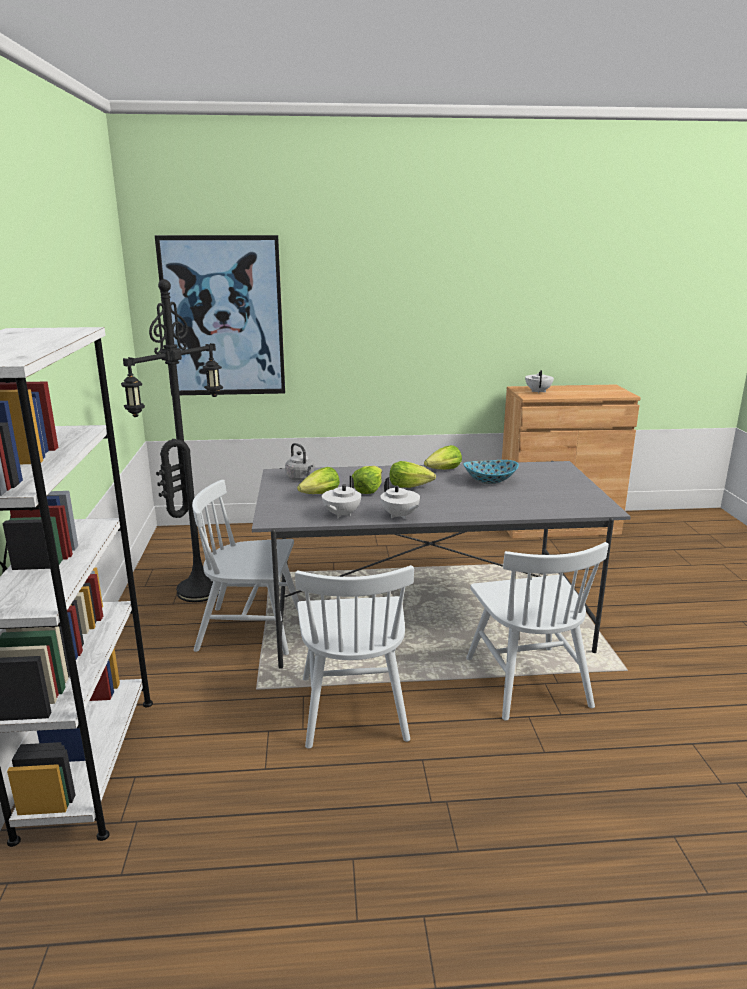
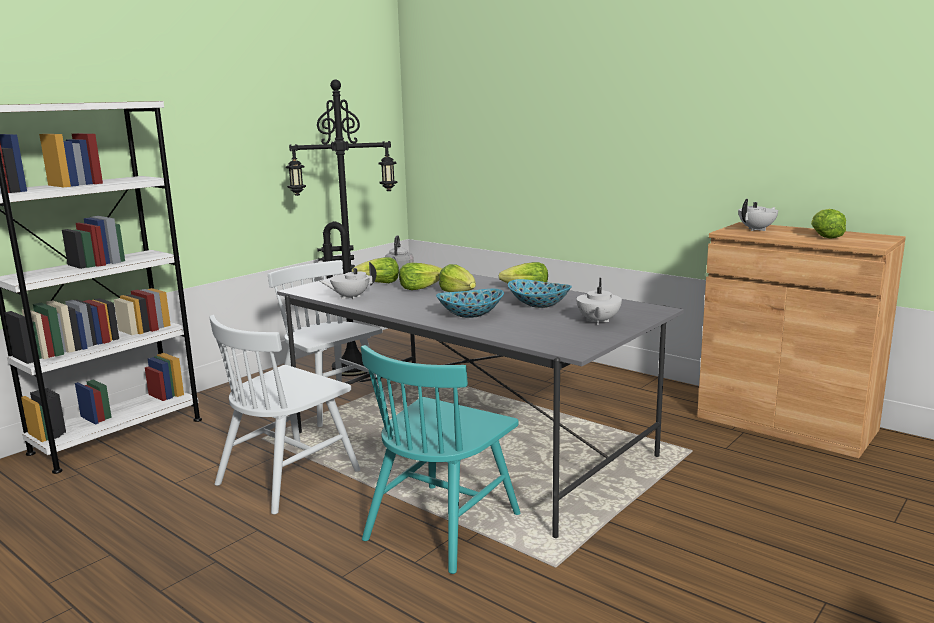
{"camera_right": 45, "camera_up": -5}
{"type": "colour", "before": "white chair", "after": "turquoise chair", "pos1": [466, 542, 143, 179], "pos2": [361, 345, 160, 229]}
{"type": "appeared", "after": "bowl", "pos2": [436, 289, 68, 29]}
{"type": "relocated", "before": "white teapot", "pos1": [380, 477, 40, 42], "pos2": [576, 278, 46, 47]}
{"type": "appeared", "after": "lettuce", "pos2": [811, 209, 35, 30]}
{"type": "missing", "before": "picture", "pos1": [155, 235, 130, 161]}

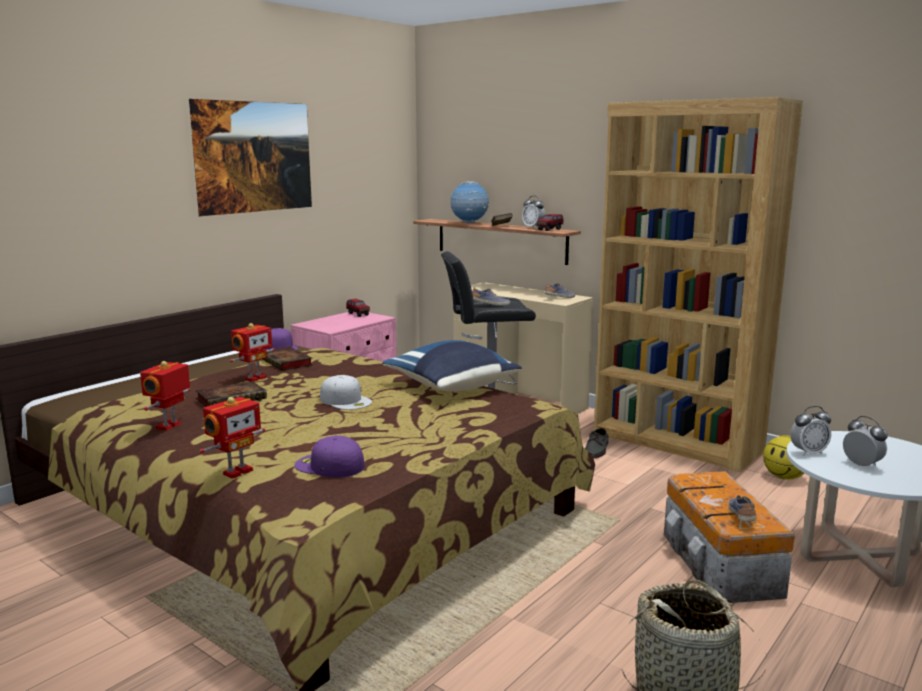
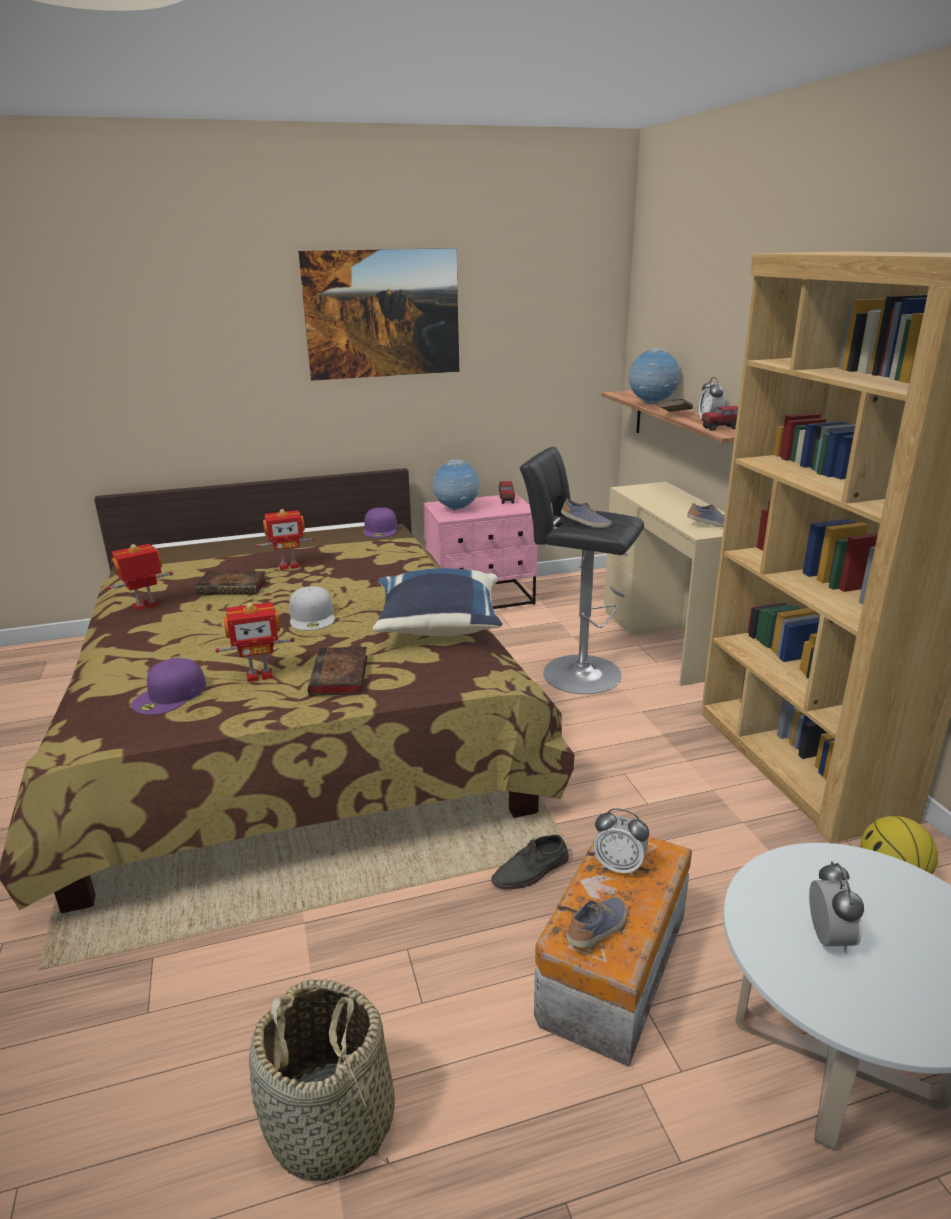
{"camera_right": 35, "camera_up": 10}
{"type": "spun", "before": "purple cap", "pos1": [294, 435, 71, 43], "pos2": [131, 658, 75, 57], "turn": -120}
{"type": "relocated", "before": "toy robot", "pos1": [200, 397, 65, 82], "pos2": [215, 602, 80, 80]}
{"type": "relocated", "before": "book", "pos1": [262, 347, 51, 24], "pos2": [308, 647, 60, 49]}
{"type": "appeared", "after": "globe", "pos2": [432, 459, 48, 52]}
{"type": "relocated", "before": "grey shoe", "pos1": [585, 428, 24, 30], "pos2": [491, 835, 78, 55]}
{"type": "relocated", "before": "alarm clock", "pos1": [790, 406, 41, 50], "pos2": [594, 808, 55, 68]}

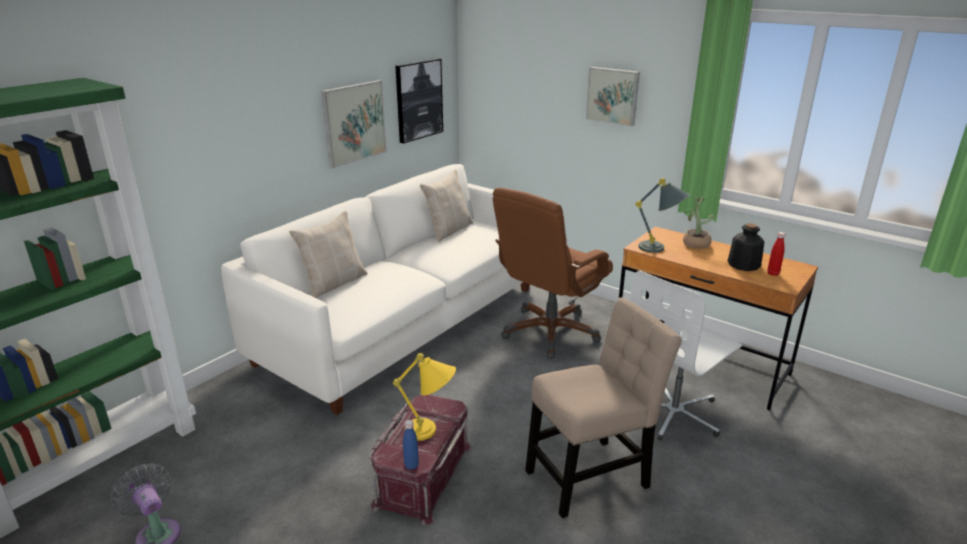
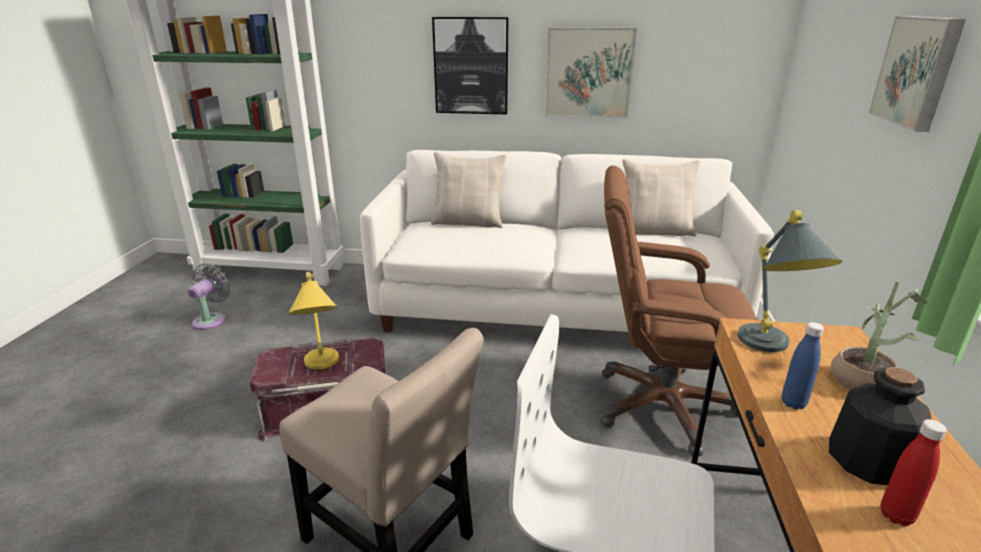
{"camera_right": 60, "camera_up": 0}
{"type": "relocated", "before": "picture", "pos1": [395, 58, 48, 86], "pos2": [432, 17, 77, 97]}
{"type": "relocated", "before": "blue bottle", "pos1": [403, 420, 16, 50], "pos2": [782, 322, 42, 87]}

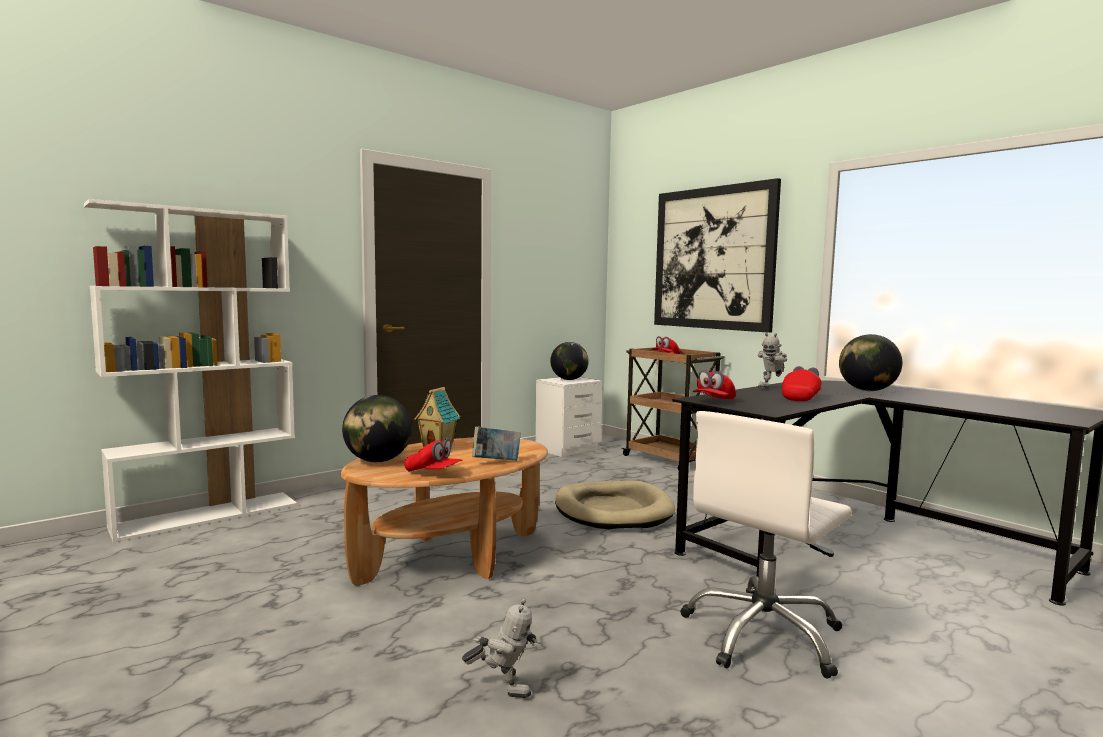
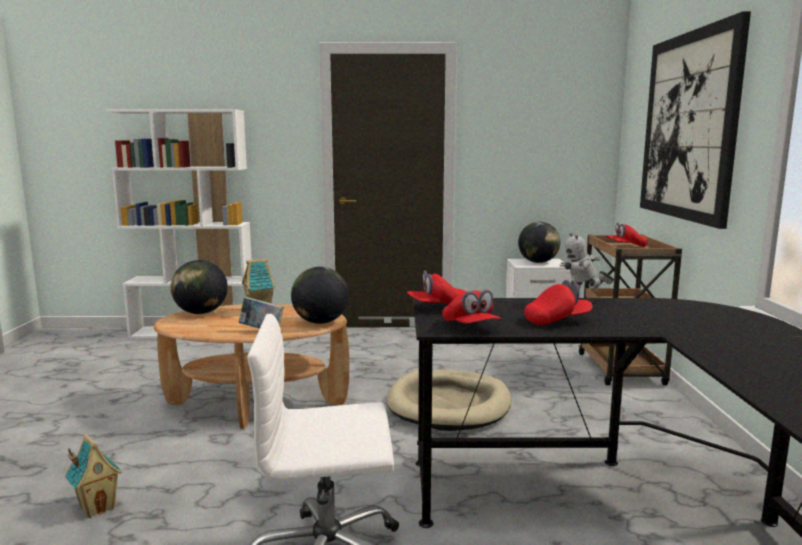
{"camera_right": 40, "camera_up": 5}
{"type": "exchanged", "before": "toy robot", "after": "toy house", "pos1": [462, 599, 78, 99], "pos2": [65, 434, 58, 84]}
{"type": "relocated", "before": "globe", "pos1": [839, 334, 63, 57], "pos2": [291, 267, 58, 57]}
{"type": "relocated", "before": "red cap", "pos1": [404, 438, 58, 34], "pos2": [442, 290, 59, 34]}

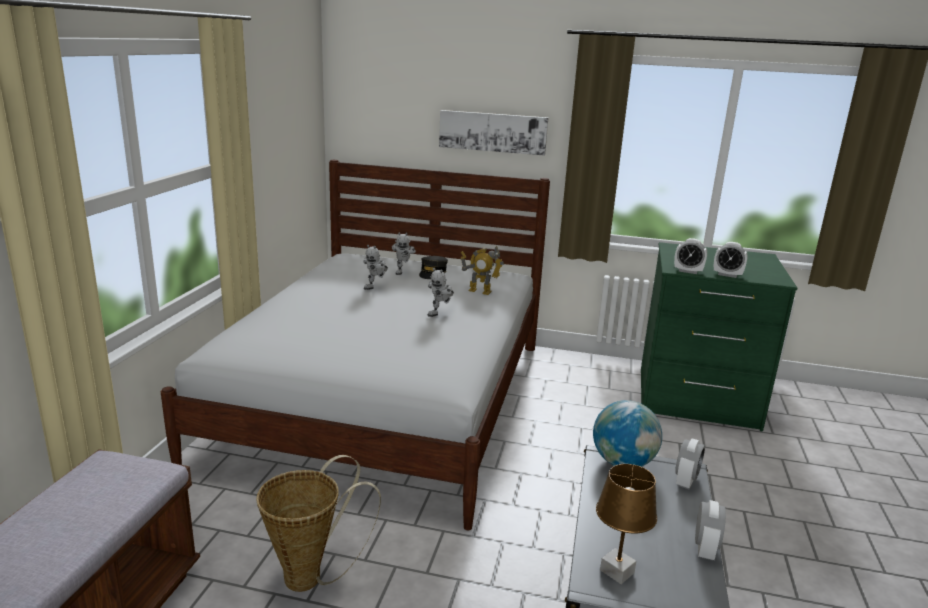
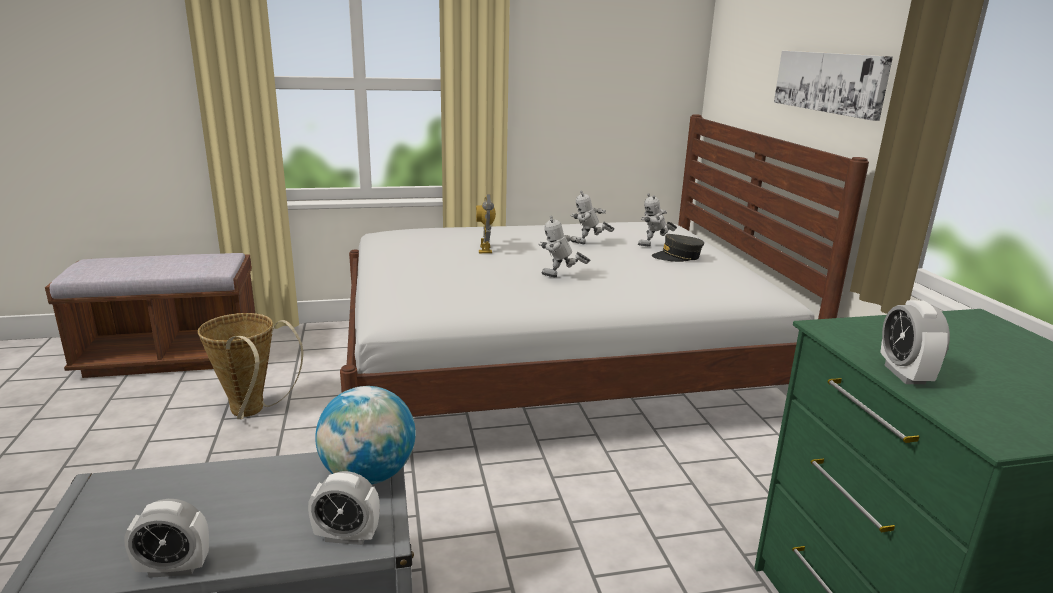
{"camera_right": 65, "camera_up": 0}
{"type": "relocated", "before": "toy robot", "pos1": [461, 246, 43, 49], "pos2": [476, 194, 20, 59]}
{"type": "missing", "before": "brown table lamp", "pos1": [596, 464, 61, 120]}
{"type": "missing", "before": "alarm clock", "pos1": [674, 238, 33, 36]}

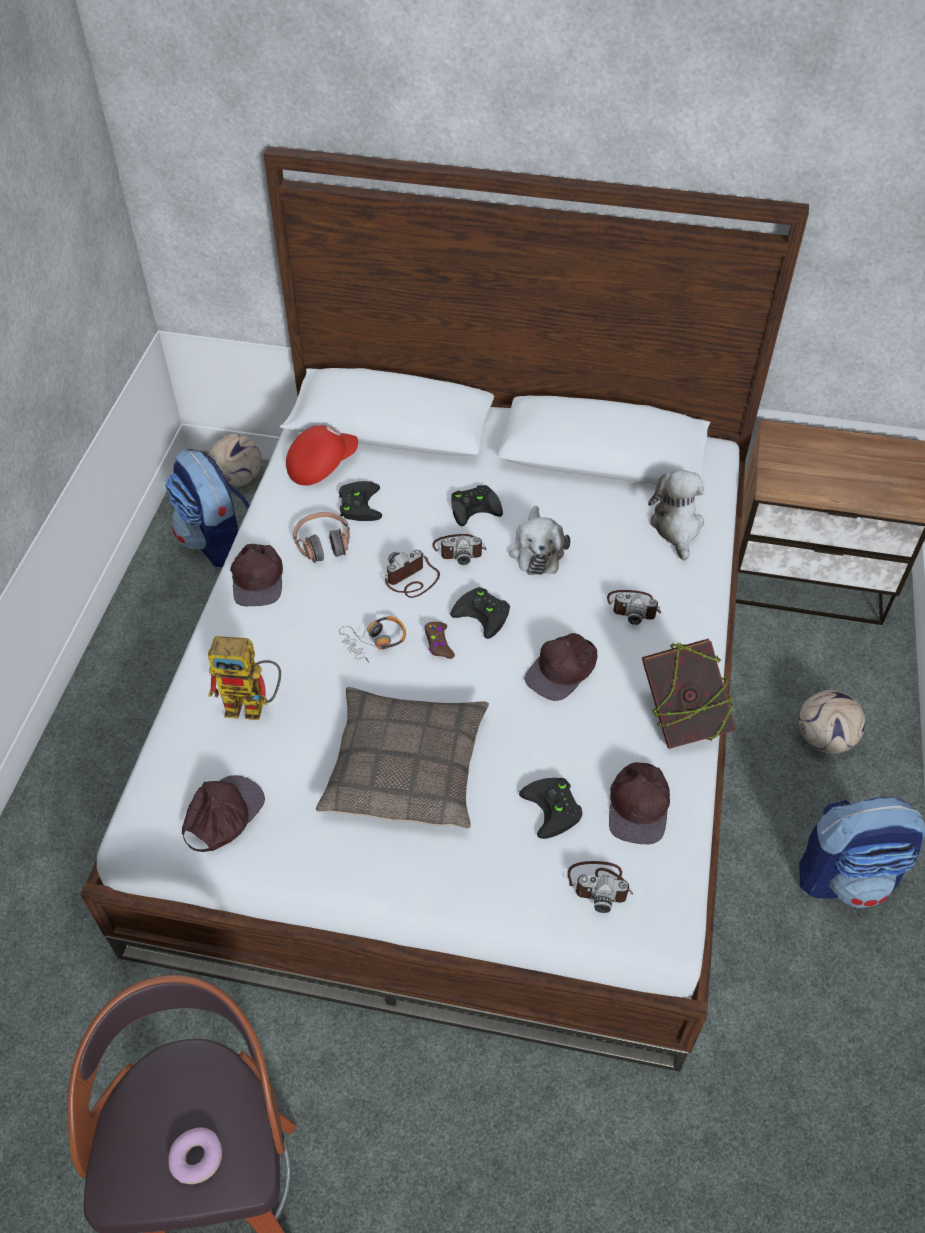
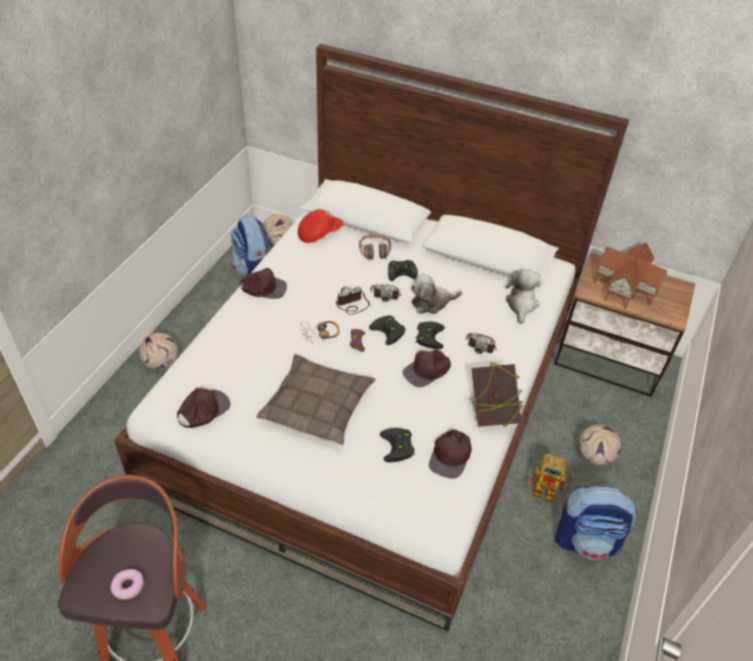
{"camera_right": 10, "camera_up": -5}
{"type": "appeared", "after": "football", "pos2": [139, 333, 39, 37]}
{"type": "spun", "before": "brown cap", "pos1": [230, 544, 53, 63], "pos2": [240, 268, 47, 31], "turn": -90}
{"type": "relocated", "before": "headphones", "pos1": [293, 512, 57, 51], "pos2": [359, 234, 32, 26]}
{"type": "spun", "before": "plush toy", "pos1": [509, 506, 61, 69], "pos2": [411, 273, 51, 41], "turn": 60}
{"type": "relocated", "before": "black game controller", "pos1": [339, 481, 43, 40], "pos2": [416, 322, 29, 27]}
{"type": "relocated", "before": "toy robot", "pos1": [208, 636, 73, 84], "pos2": [528, 454, 43, 49]}
{"type": "appeared", "after": "toy house", "pos2": [594, 242, 73, 67]}
{"type": "missing", "before": "photo camera", "pos1": [567, 861, 66, 52]}

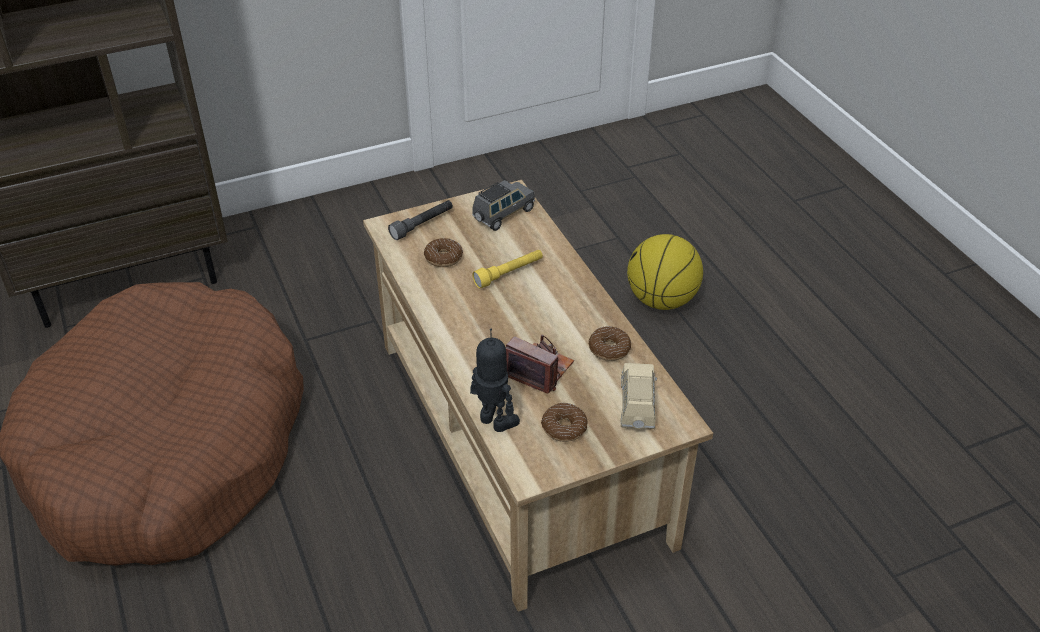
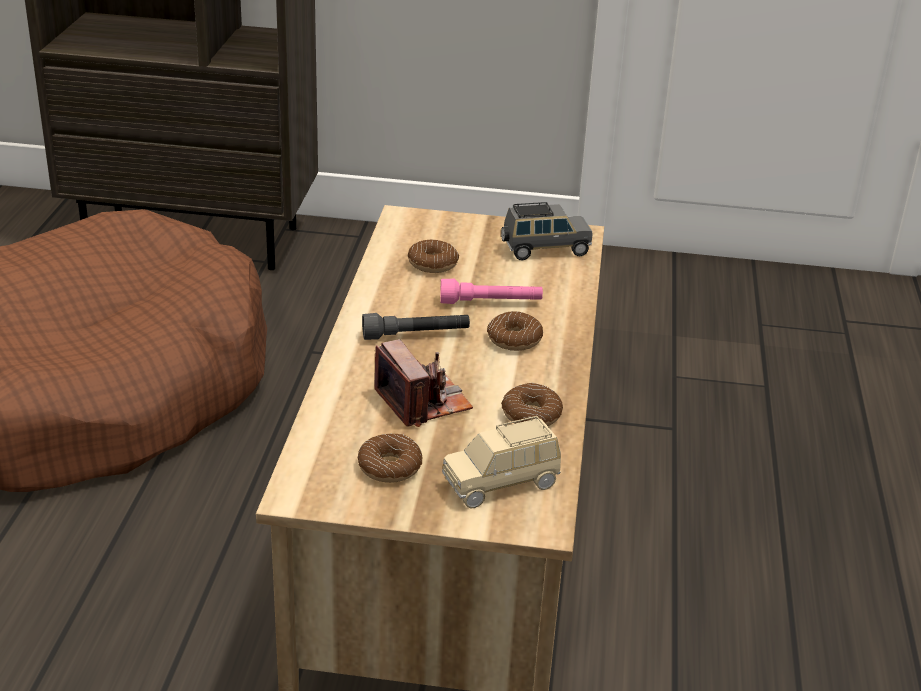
{"camera_right": 30, "camera_up": -10}
{"type": "relocated", "before": "grey flashlight", "pos1": [388, 200, 65, 40], "pos2": [362, 313, 108, 27]}
{"type": "colour", "before": "yellow flashlight", "after": "pink flashlight", "pos1": [472, 250, 71, 38], "pos2": [440, 279, 103, 25]}
{"type": "spun", "before": "beige toy car", "pos1": [621, 363, 36, 66], "pos2": [442, 416, 119, 92], "turn": -150}
{"type": "appeared", "after": "donut", "pos2": [487, 311, 56, 40]}
{"type": "missing", "before": "toy robot", "pos1": [470, 329, 50, 103]}
{"type": "missing", "before": "basketball", "pos1": [627, 234, 76, 76]}

